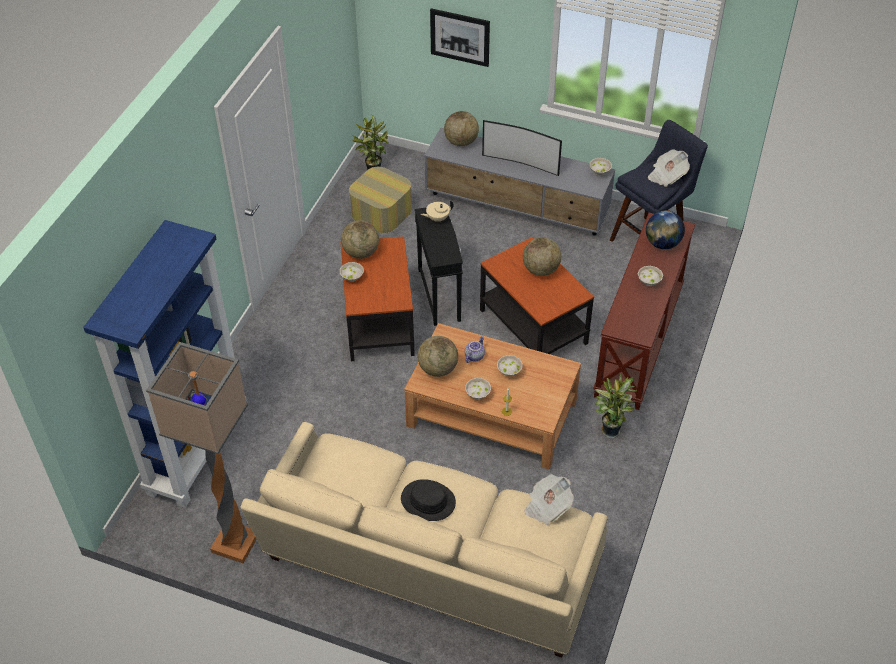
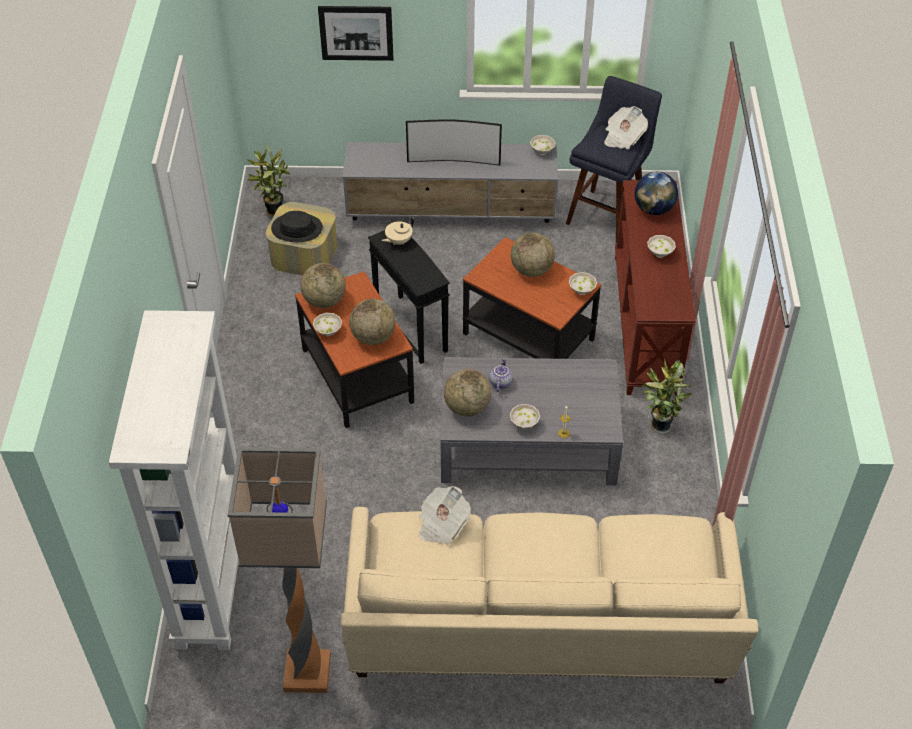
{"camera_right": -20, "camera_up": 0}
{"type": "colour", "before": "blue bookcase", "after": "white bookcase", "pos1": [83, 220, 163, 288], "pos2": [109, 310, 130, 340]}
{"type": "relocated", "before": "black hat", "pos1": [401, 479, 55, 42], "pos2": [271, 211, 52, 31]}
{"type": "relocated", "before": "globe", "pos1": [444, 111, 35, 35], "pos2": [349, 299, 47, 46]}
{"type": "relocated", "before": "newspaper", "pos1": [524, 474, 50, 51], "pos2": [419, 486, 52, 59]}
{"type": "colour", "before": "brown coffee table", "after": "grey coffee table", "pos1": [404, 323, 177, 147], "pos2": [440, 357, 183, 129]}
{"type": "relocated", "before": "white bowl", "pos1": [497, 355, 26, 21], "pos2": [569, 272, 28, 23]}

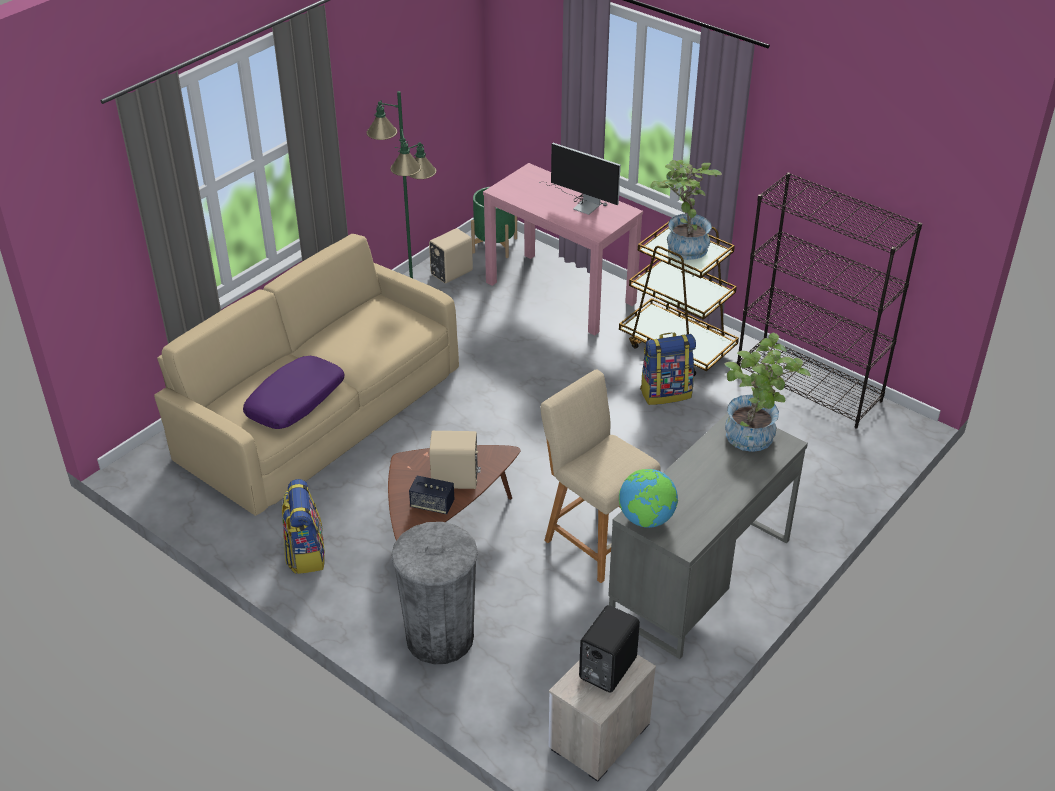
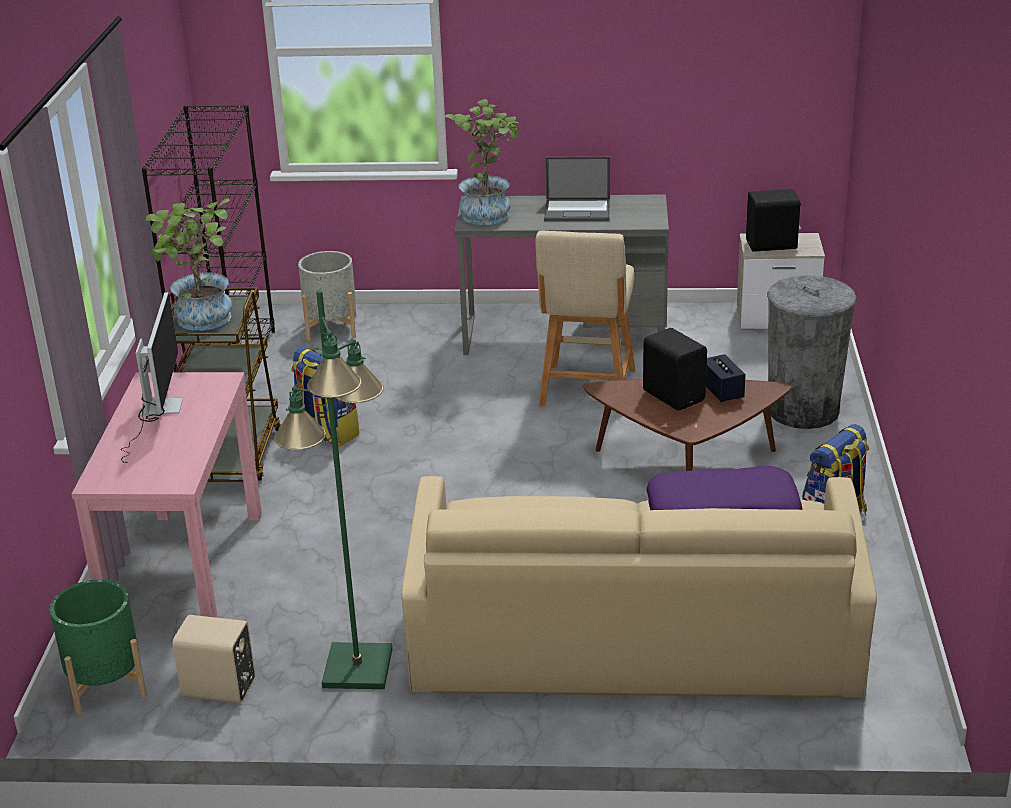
{"camera_right": -125, "camera_up": -10}
{"type": "appeared", "after": "grey planter", "pos2": [298, 251, 58, 90]}
{"type": "appeared", "after": "laptop", "pos2": [544, 157, 66, 64]}
{"type": "colour", "before": "beige speaker", "after": "black speaker", "pos1": [429, 431, 52, 58], "pos2": [643, 328, 64, 83]}
{"type": "missing", "before": "globe", "pos1": [619, 469, 59, 59]}

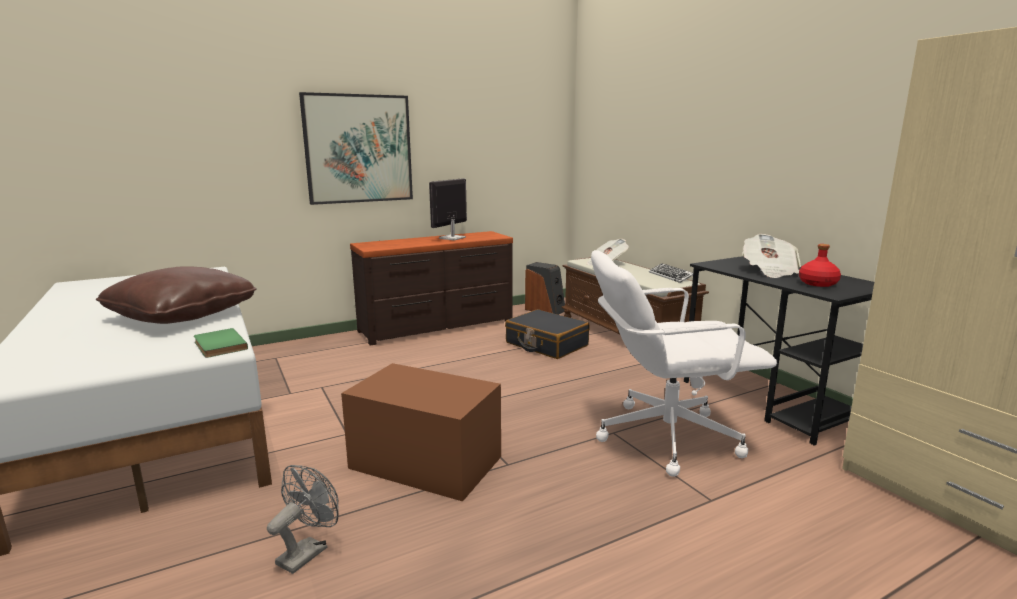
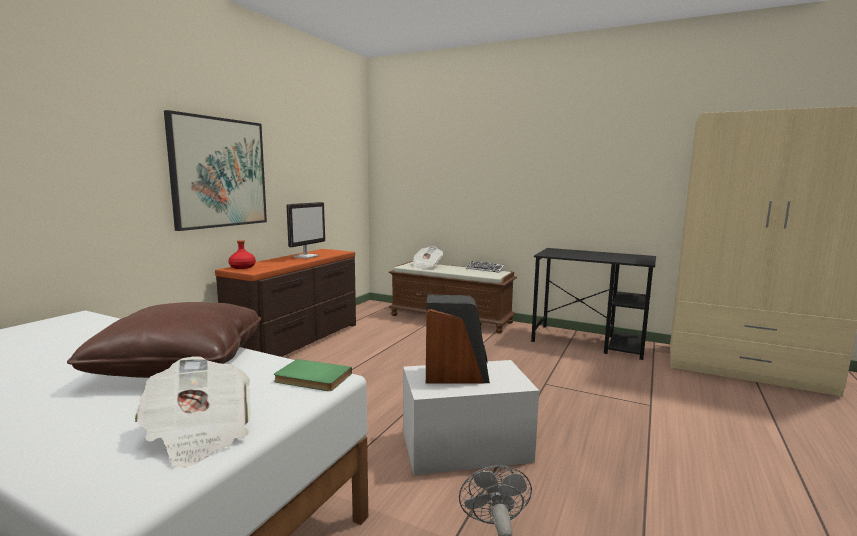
{"camera_right": -35, "camera_up": -5}
{"type": "relocated", "before": "newspaper", "pos1": [742, 234, 59, 44], "pos2": [134, 356, 117, 112]}
{"type": "relocated", "before": "red bottle", "pos1": [799, 244, 42, 43], "pos2": [228, 240, 28, 29]}
{"type": "spun", "before": "monitor", "pos1": [429, 178, 38, 62], "pos2": [286, 202, 39, 57], "turn": -150}
{"type": "colour", "before": "brown storage box", "after": "white storage box", "pos1": [341, 363, 160, 139], "pos2": [403, 360, 136, 115]}
{"type": "relocated", "before": "speaker", "pos1": [525, 262, 40, 53], "pos2": [426, 295, 64, 89]}
{"type": "missing", "before": "black suitcase", "pos1": [505, 309, 85, 50]}
{"type": "missing", "before": "white office chair", "pos1": [591, 250, 186, 227]}

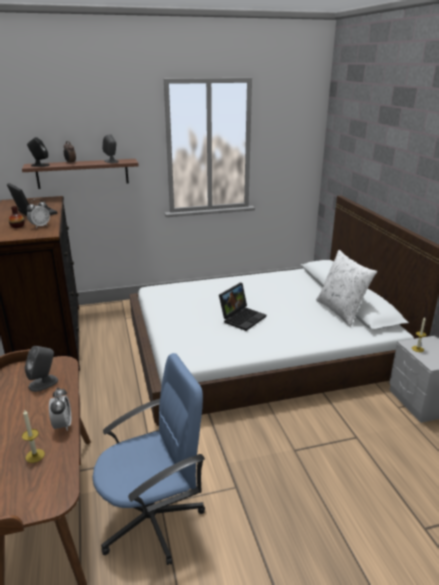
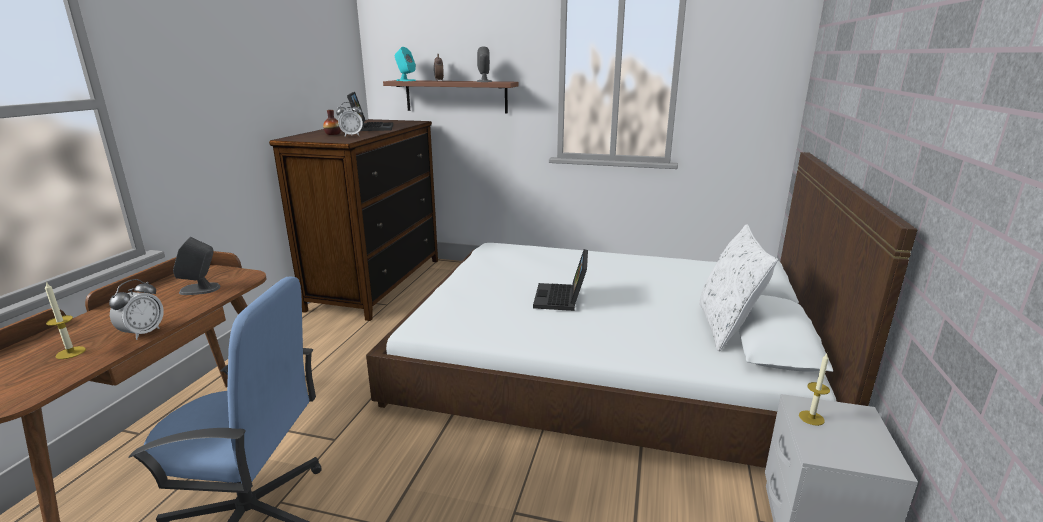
{"camera_right": 30, "camera_up": -5}
{"type": "colour", "before": "black speaker", "after": "turquoise speaker", "pos1": [27, 137, 22, 30], "pos2": [395, 47, 21, 34]}
{"type": "spun", "before": "laptop", "pos1": [219, 283, 47, 48], "pos2": [533, 249, 55, 62], "turn": 120}

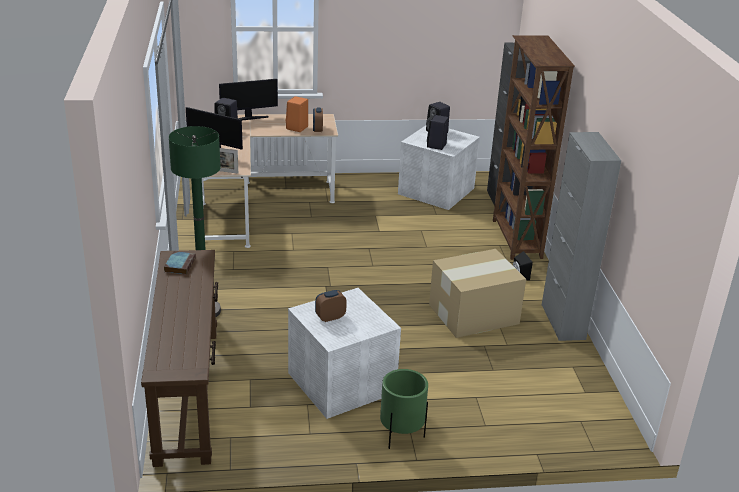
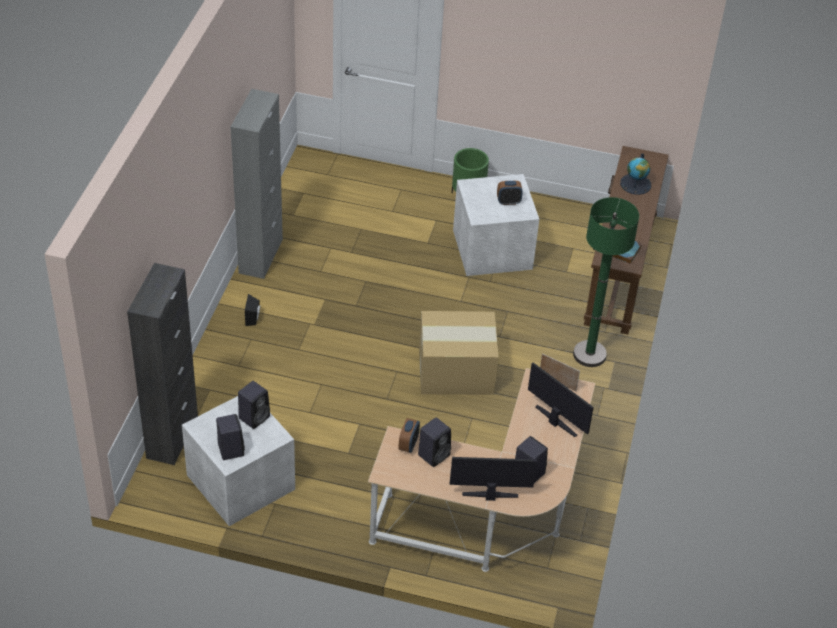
{"camera_right": -160, "camera_up": 15}
{"type": "colour", "before": "orange speaker", "after": "black speaker", "pos1": [286, 96, 22, 36], "pos2": [418, 417, 33, 50]}
{"type": "relocated", "before": "cardboard box", "pos1": [429, 249, 97, 89], "pos2": [419, 311, 80, 84]}
{"type": "appeared", "after": "globe", "pos2": [620, 153, 31, 42]}
{"type": "missing", "before": "brown bookcase", "pos1": [493, 35, 82, 225]}

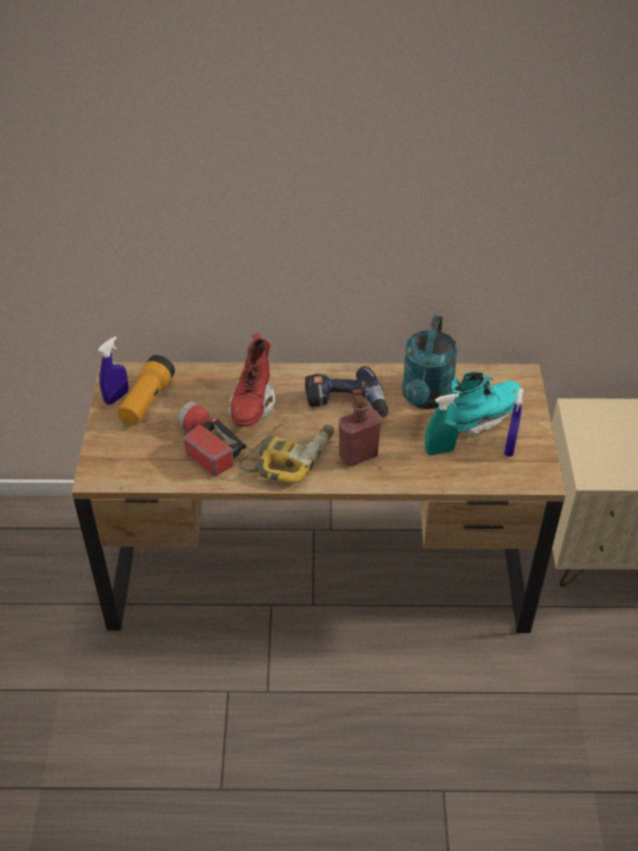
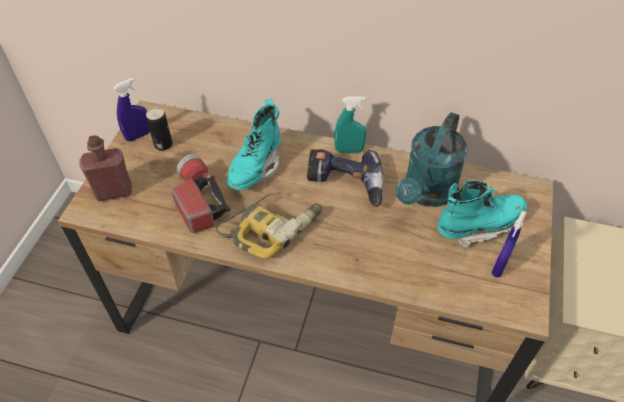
{"camera_right": 15, "camera_up": 5}
{"type": "relocated", "before": "red bottle", "pos1": [339, 396, 42, 71], "pos2": [79, 135, 53, 66]}
{"type": "exchanged", "before": "flashlight", "after": "can", "pos1": [118, 355, 57, 70], "pos2": [146, 107, 27, 44]}
{"type": "colour", "before": "red boot", "after": "turquoise boot", "pos1": [227, 333, 48, 94], "pos2": [227, 99, 54, 91]}
{"type": "relocated", "before": "turquoise spray bottle", "pos1": [425, 393, 34, 62], "pos2": [334, 96, 32, 57]}

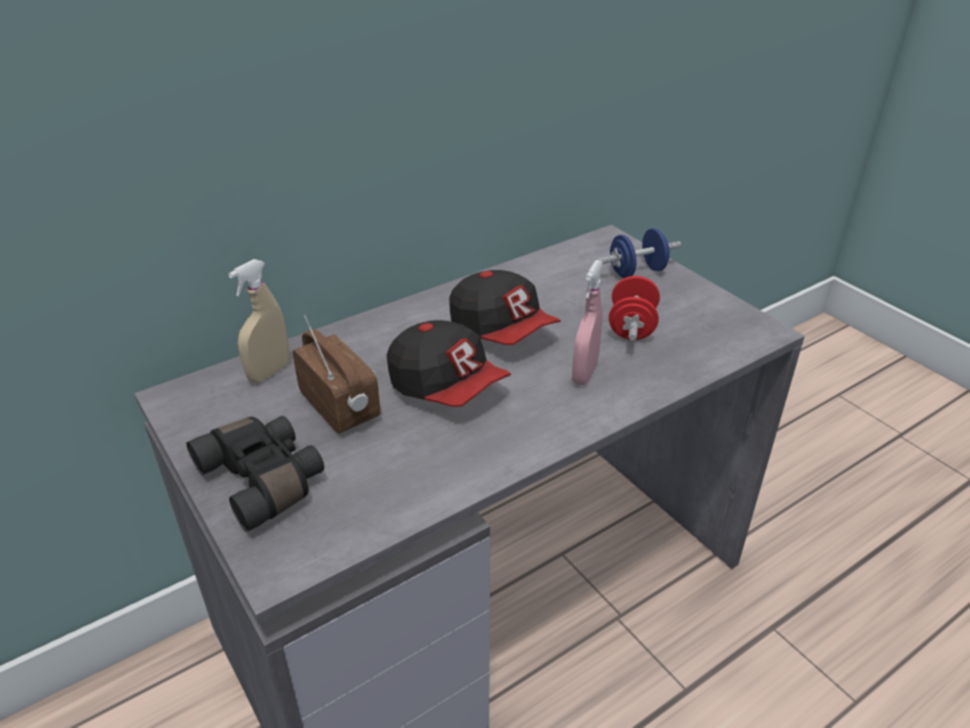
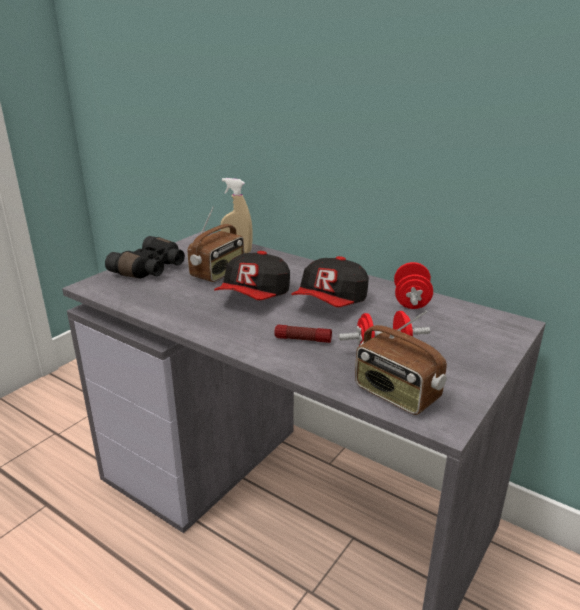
{"camera_right": 70, "camera_up": -10}
{"type": "exchanged", "before": "pink spray bottle", "after": "flashlight", "pos1": [572, 260, 31, 125], "pos2": [274, 325, 58, 18]}
{"type": "appeared", "after": "radio", "pos2": [355, 310, 92, 105]}
{"type": "appeared", "after": "red dumbbell", "pos2": [394, 262, 39, 47]}
{"type": "missing", "before": "blue dumbbell", "pos1": [596, 228, 85, 50]}

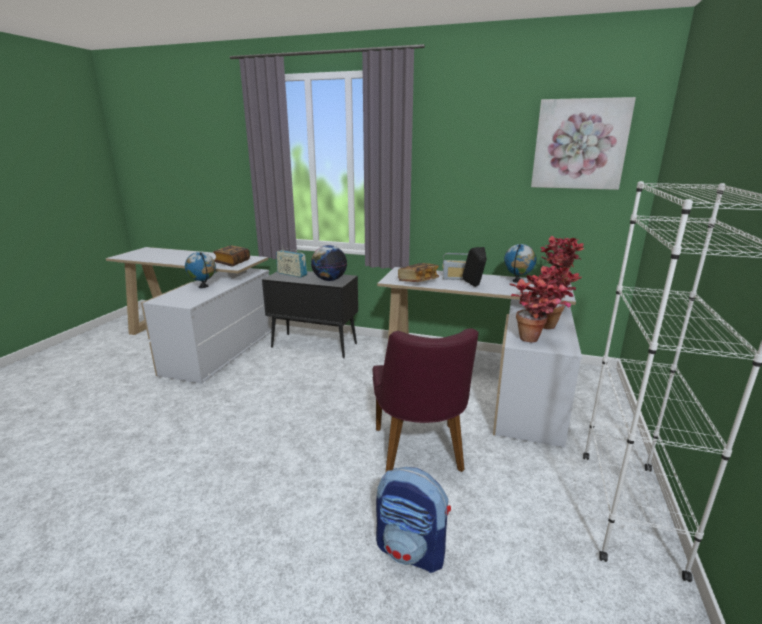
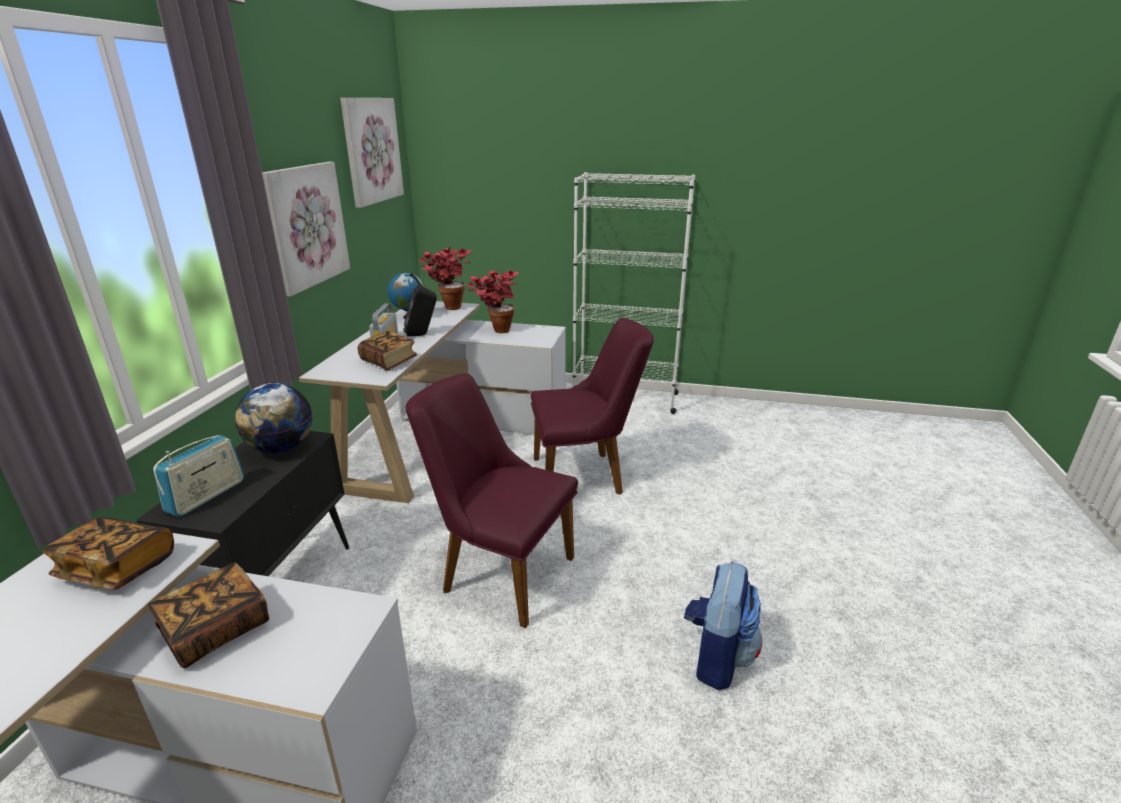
{"camera_right": -95, "camera_up": 5}
{"type": "exchanged", "before": "globe", "after": "book", "pos1": [185, 252, 31, 36], "pos2": [147, 562, 122, 106]}
{"type": "appeared", "after": "picture", "pos2": [262, 162, 88, 135]}
{"type": "appeared", "after": "purple chair", "pos2": [405, 373, 173, 255]}
{"type": "relocated", "before": "backpack", "pos1": [376, 467, 75, 106], "pos2": [684, 561, 78, 129]}
{"type": "missing", "before": "potted plant", "pos1": [510, 275, 64, 68]}

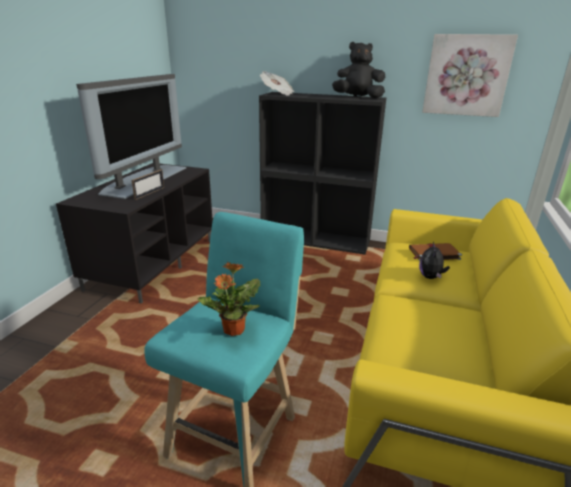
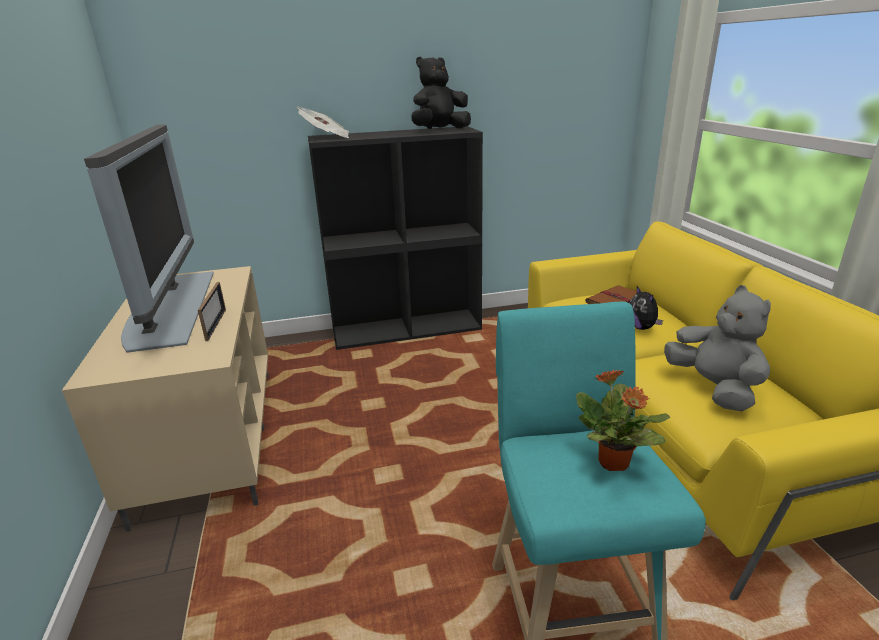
{"camera_right": -30, "camera_up": 0}
{"type": "colour", "before": "black tv stand", "after": "beige tv stand", "pos1": [56, 163, 157, 141], "pos2": [62, 266, 206, 265]}
{"type": "appeared", "after": "grey plush toy", "pos2": [664, 285, 107, 126]}
{"type": "missing", "before": "picture", "pos1": [422, 34, 96, 83]}

